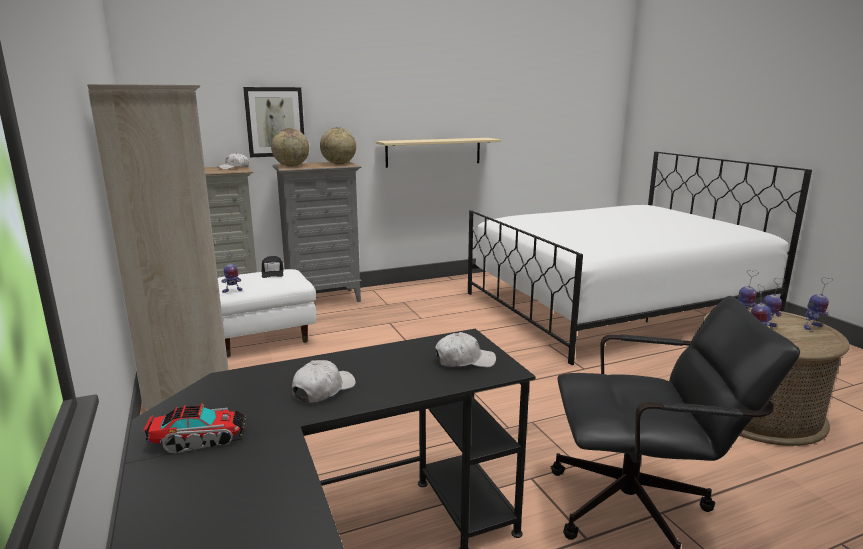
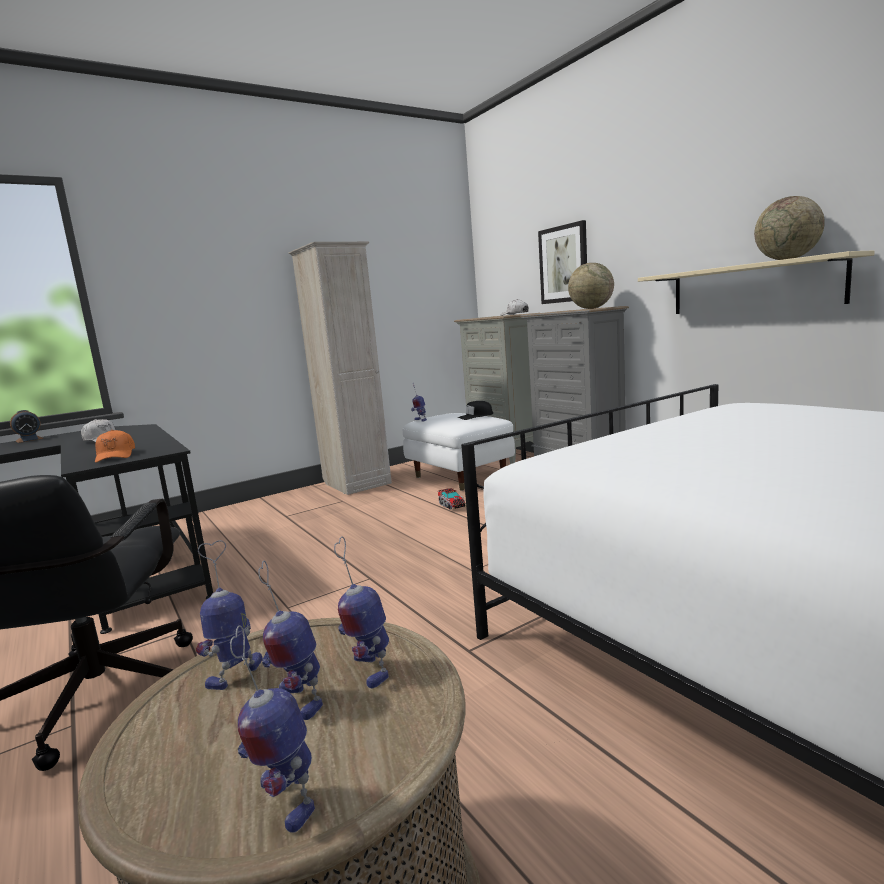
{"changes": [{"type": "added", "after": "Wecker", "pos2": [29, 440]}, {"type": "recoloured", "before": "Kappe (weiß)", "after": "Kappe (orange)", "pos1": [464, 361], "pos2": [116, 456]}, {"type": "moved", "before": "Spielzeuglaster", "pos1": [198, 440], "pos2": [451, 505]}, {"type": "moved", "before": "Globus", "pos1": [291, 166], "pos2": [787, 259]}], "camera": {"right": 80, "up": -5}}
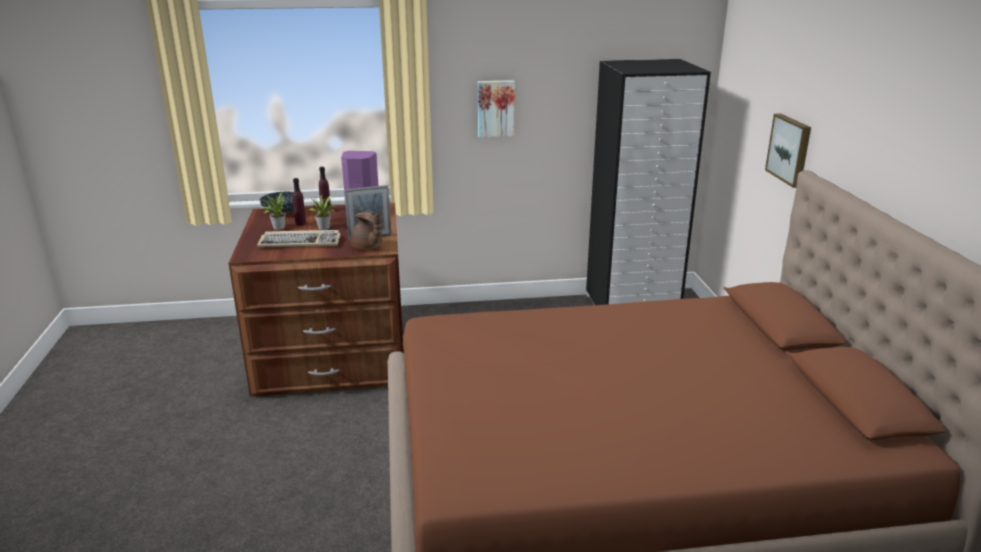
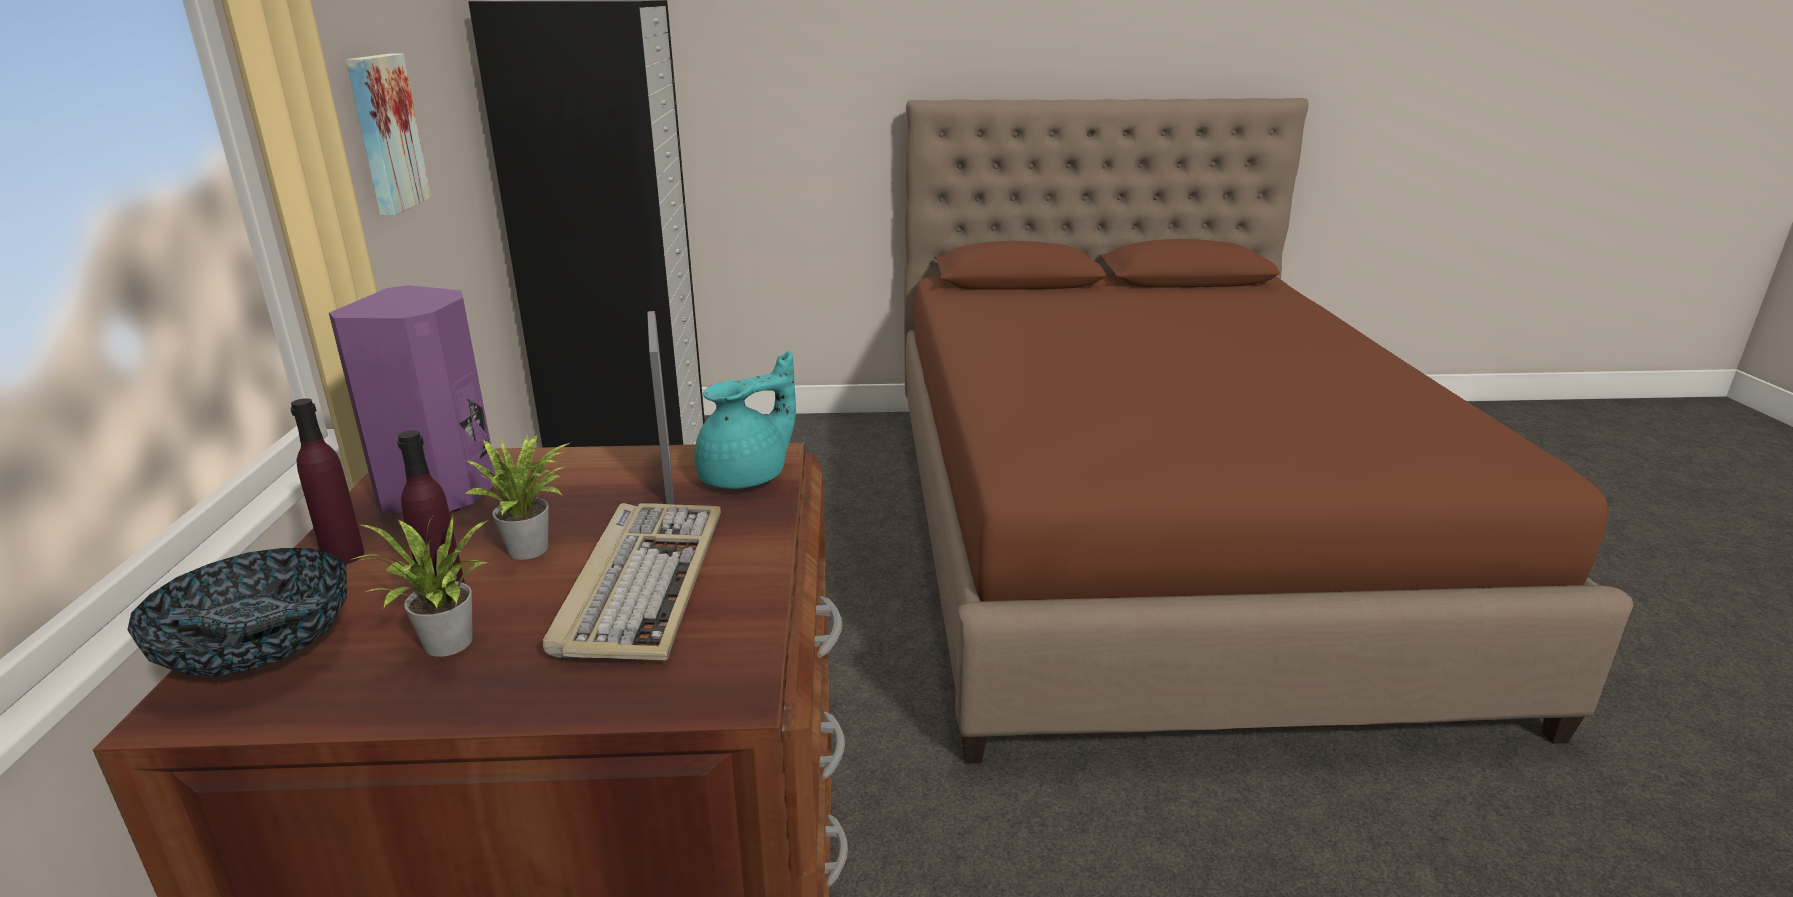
{"changes": [{"type": "recoloured", "before": "Teekanne (braun)", "after": "Teekanne (türkis)", "pos1": [367, 248], "pos2": [747, 477]}, {"type": "removed", "before": "Bild", "pos1": [790, 149]}], "camera": {"right": -85, "up": 0}}
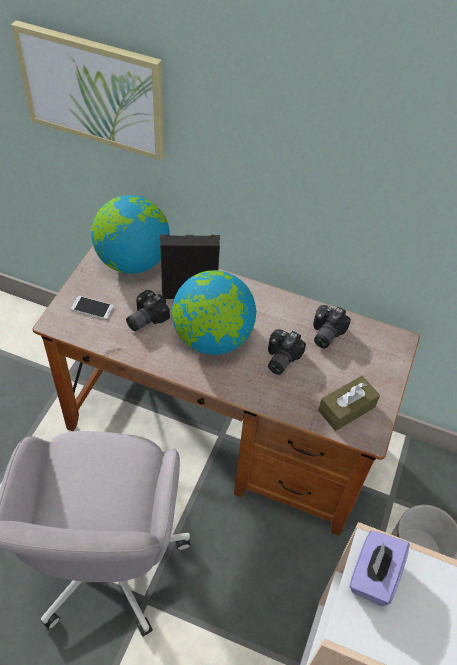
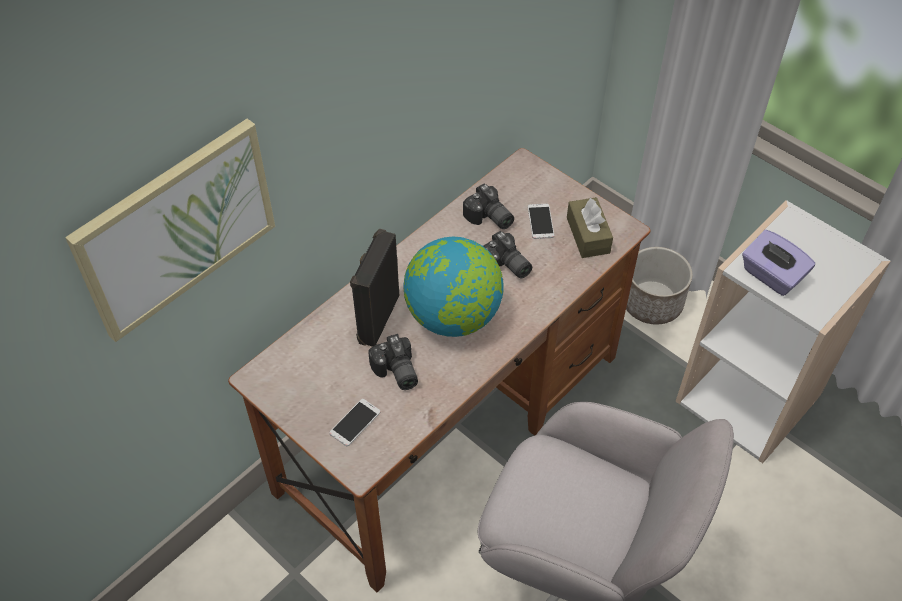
{"changes": [{"type": "added", "after": "Handy", "pos2": [540, 221]}, {"type": "removed", "before": "Globus", "pos1": [132, 261]}], "camera": {"right": -65, "up": 0}}
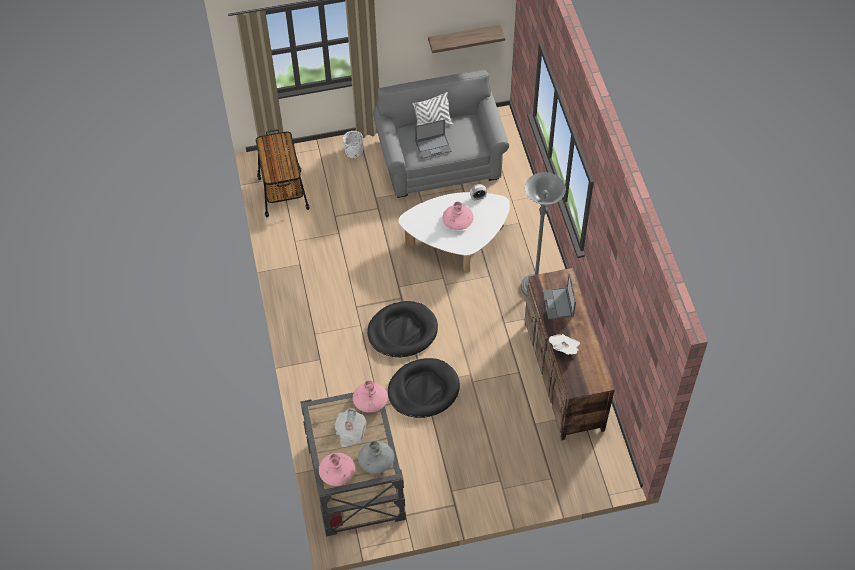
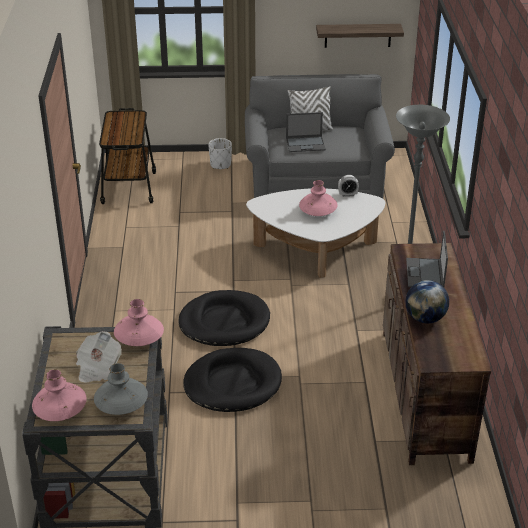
{"changes": [{"type": "replaced", "before": "Zeitung", "after": "Globus", "pos1": [564, 348], "pos2": [425, 318]}], "camera": {"right": 10, "up": -20}}
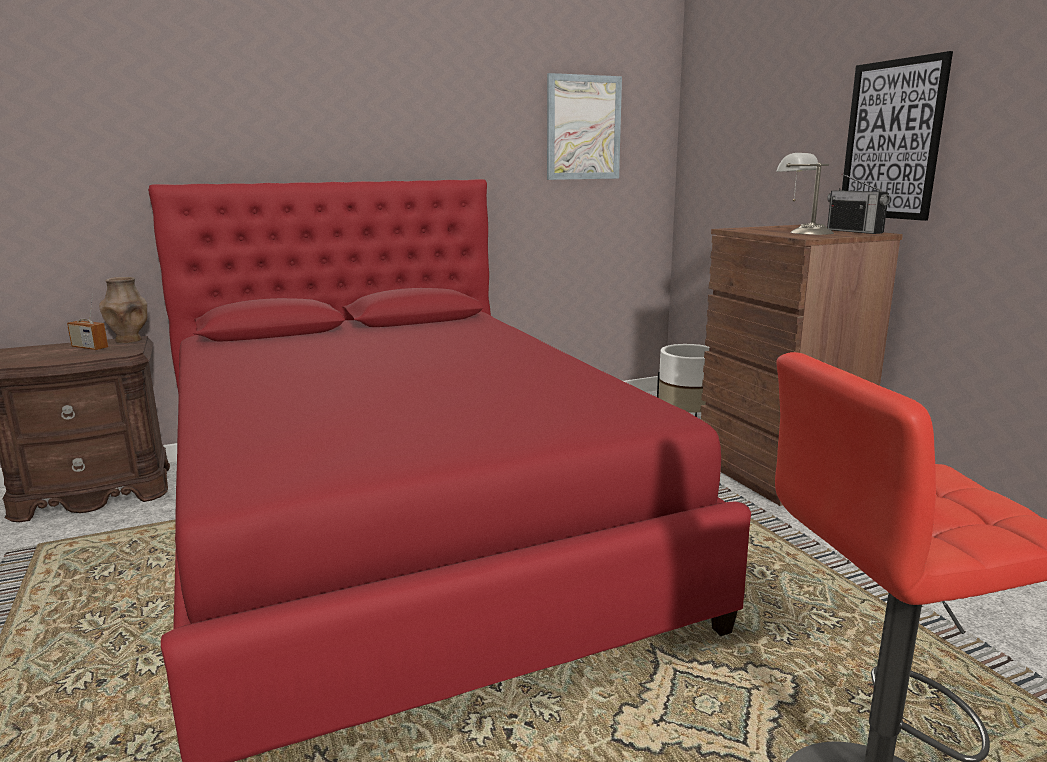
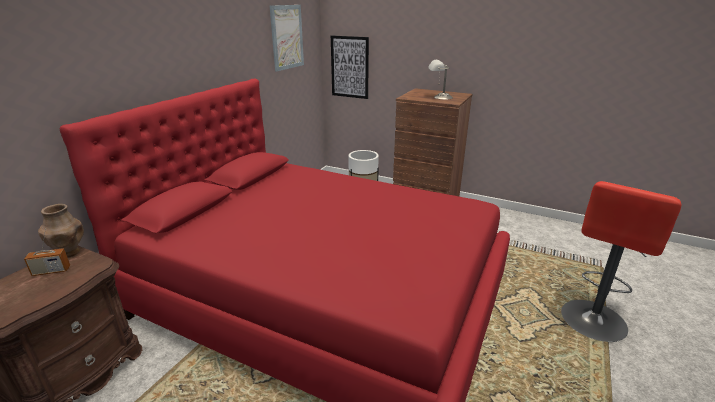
{"changes": [{"type": "moved", "before": "Bild", "pos1": [892, 140], "pos2": [349, 67]}, {"type": "removed", "before": "Radio", "pos1": [854, 231]}], "camera": {"right": -40, "up": 10}}
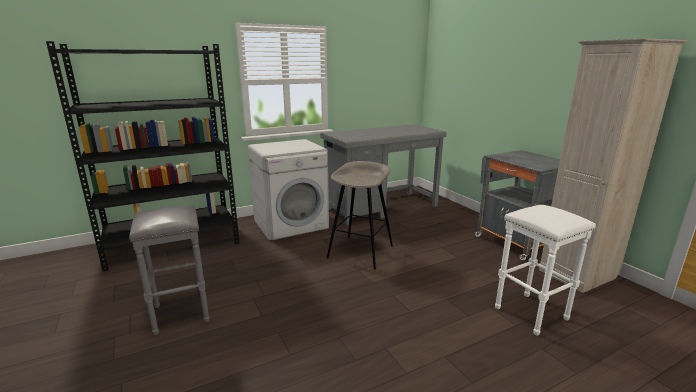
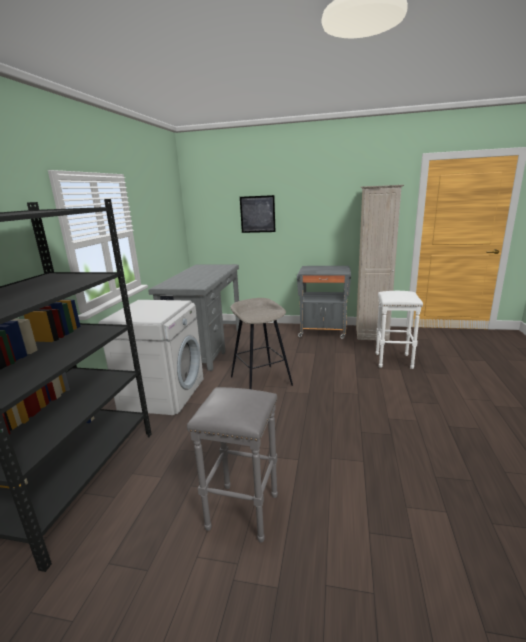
{"changes": [{"type": "added", "after": "Bild", "pos2": [257, 214]}], "camera": {"right": -50, "up": 0}}
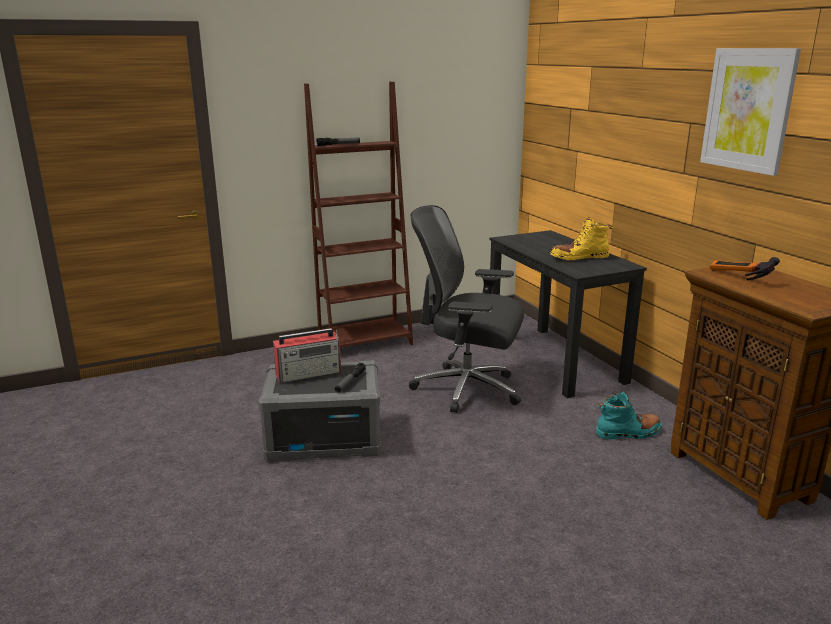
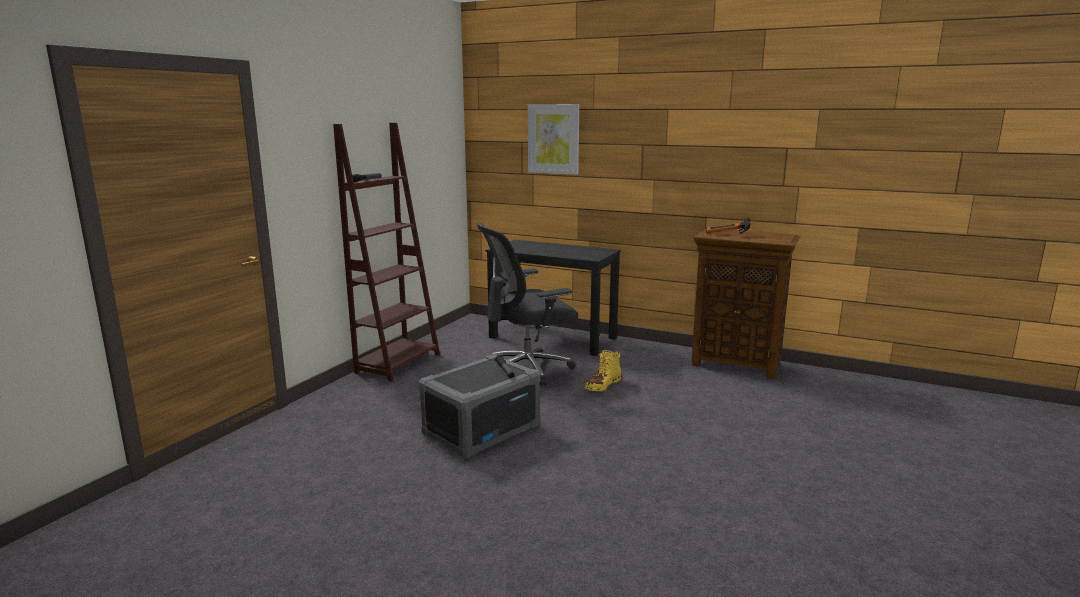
{"changes": [{"type": "moved", "before": "Bild", "pos1": [748, 110], "pos2": [553, 139]}, {"type": "moved", "before": "Stiefel (gelb)", "pos1": [579, 258], "pos2": [602, 385]}, {"type": "removed", "before": "Radio", "pos1": [309, 373]}, {"type": "removed", "before": "Stiefel (türkis)", "pos1": [628, 433]}], "camera": {"right": -40, "up": -5}}
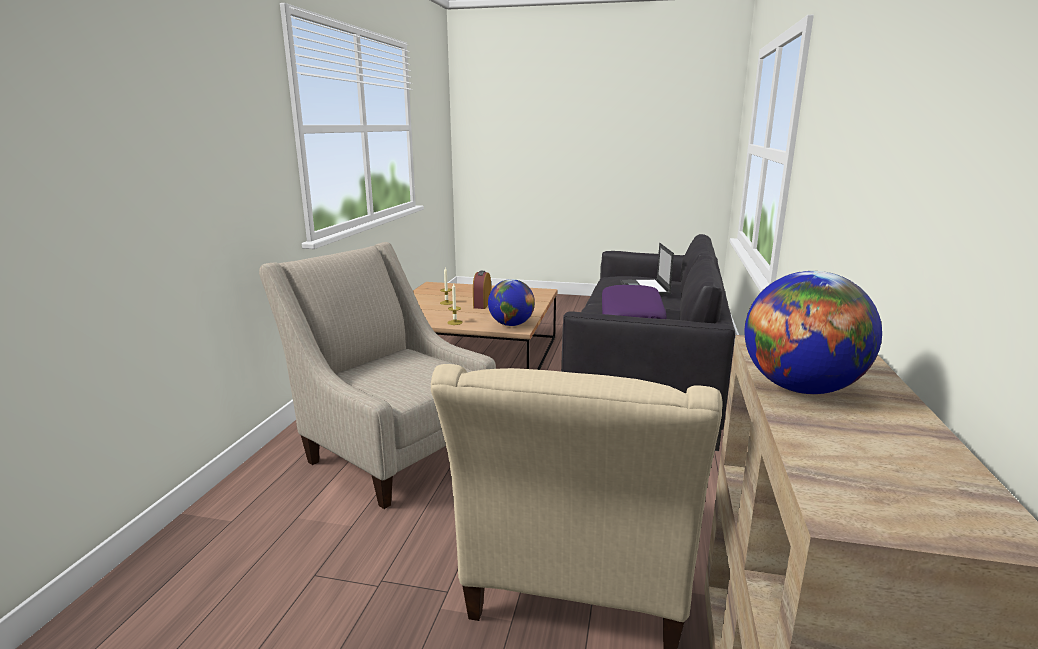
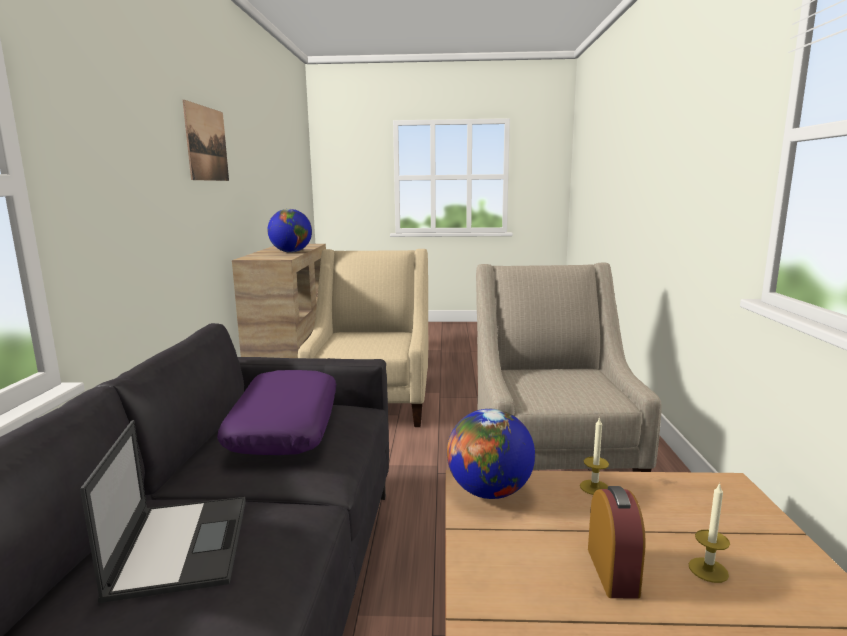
{"changes": [{"type": "added", "after": "Bild", "pos2": [207, 144]}, {"type": "turned", "before": "Sessel (beige)", "pos1": [392, 449], "pos2": [552, 459], "turn": -120}], "camera": {"right": 170, "up": -5}}
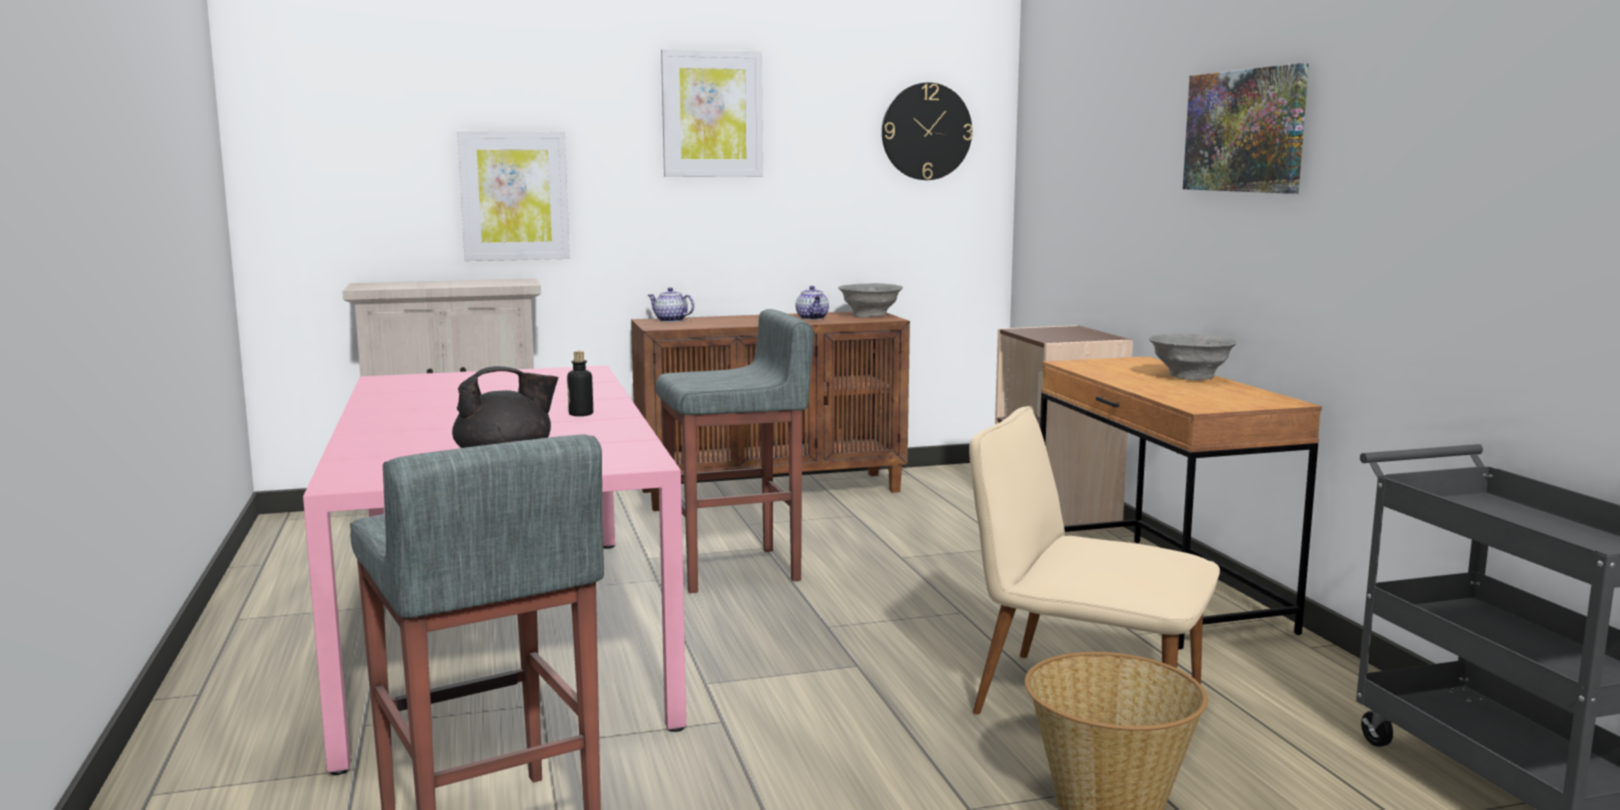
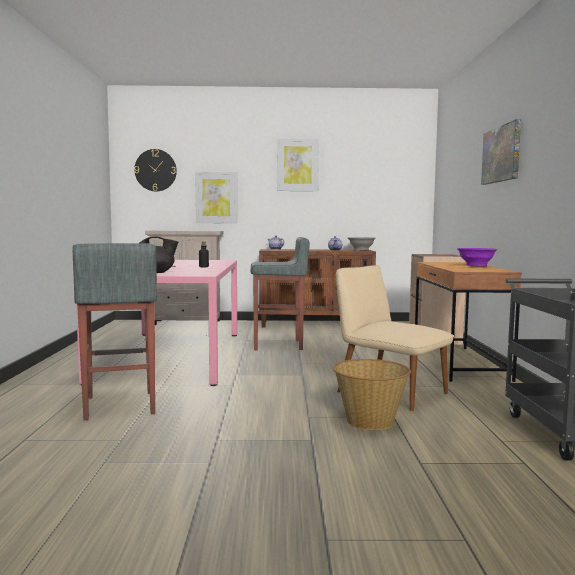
{"changes": [{"type": "moved", "before": "Wanduhr", "pos1": [926, 131], "pos2": [155, 170]}, {"type": "recoloured", "before": "Schüssel (grau)", "after": "Schüssel (lila)", "pos1": [1190, 377], "pos2": [476, 266]}], "camera": {"right": 15, "up": -5}}
